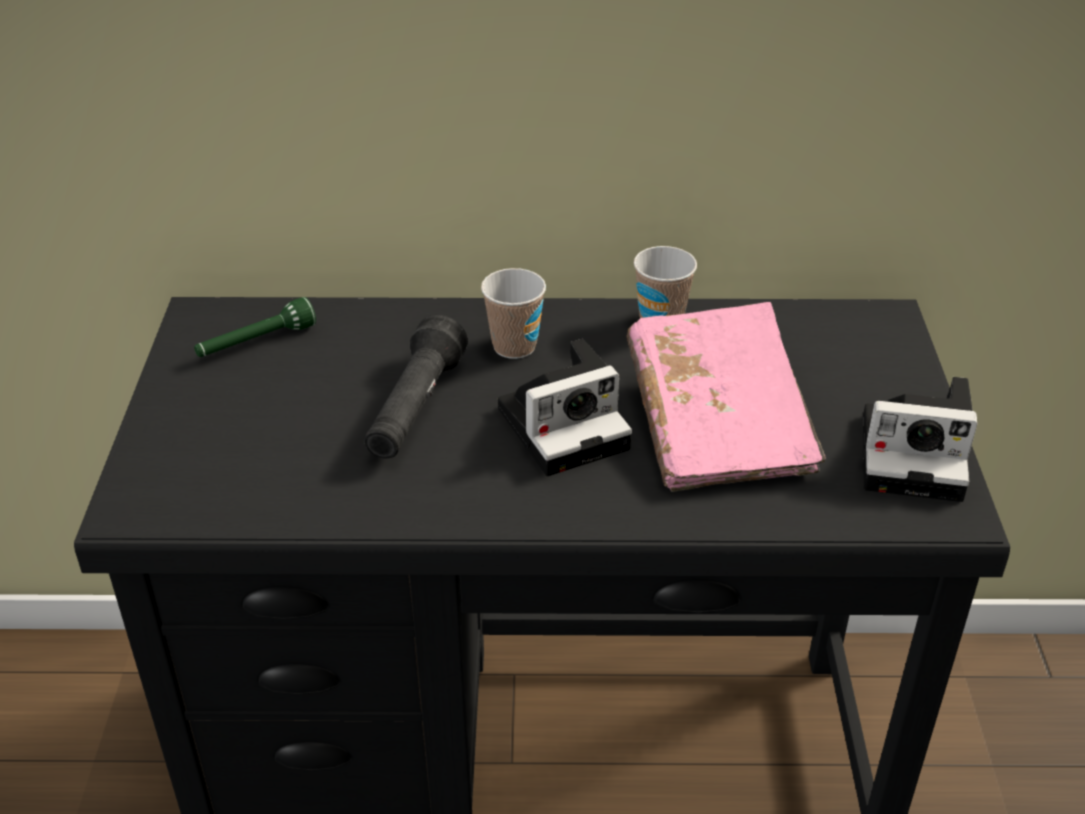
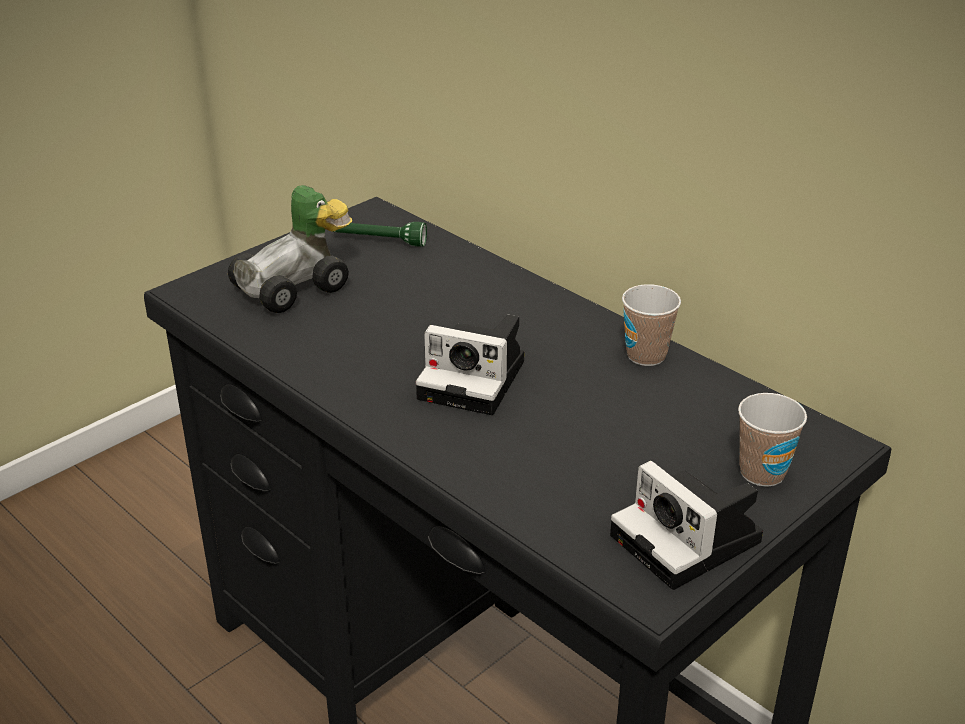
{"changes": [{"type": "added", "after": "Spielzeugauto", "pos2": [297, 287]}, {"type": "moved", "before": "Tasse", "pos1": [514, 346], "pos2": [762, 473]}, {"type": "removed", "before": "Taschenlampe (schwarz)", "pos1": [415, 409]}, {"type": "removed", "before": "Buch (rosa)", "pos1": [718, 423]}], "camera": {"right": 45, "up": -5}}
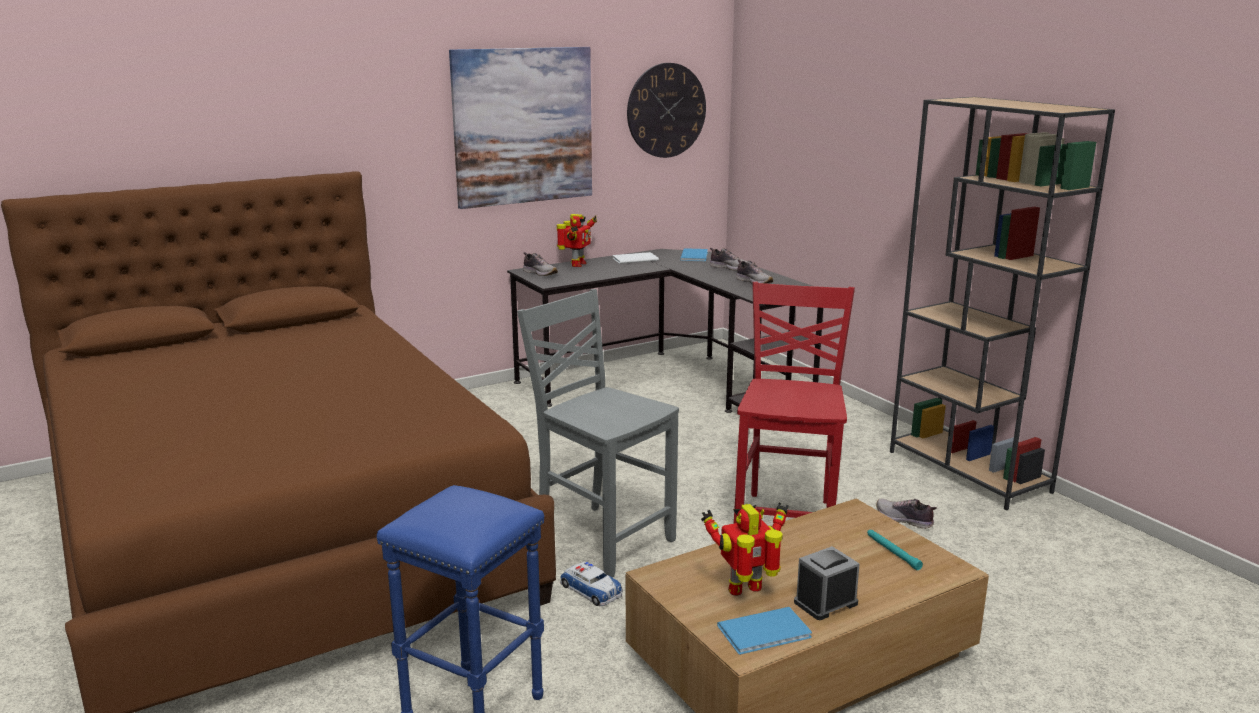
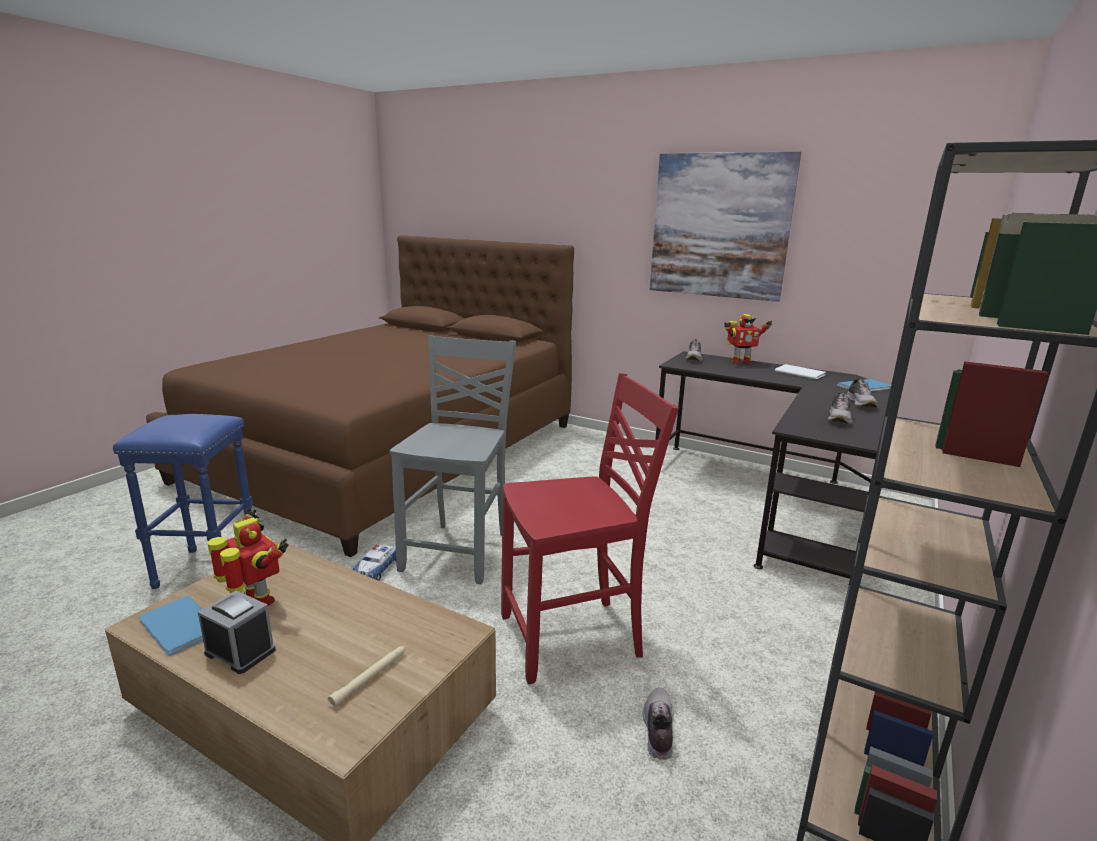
{"changes": [{"type": "recoloured", "before": "Taschenlampe (türkis)", "after": "Taschenlampe (beige)", "pos1": [892, 552], "pos2": [370, 678]}, {"type": "removed", "before": "Wanduhr", "pos1": [666, 110]}], "camera": {"right": 60, "up": 0}}
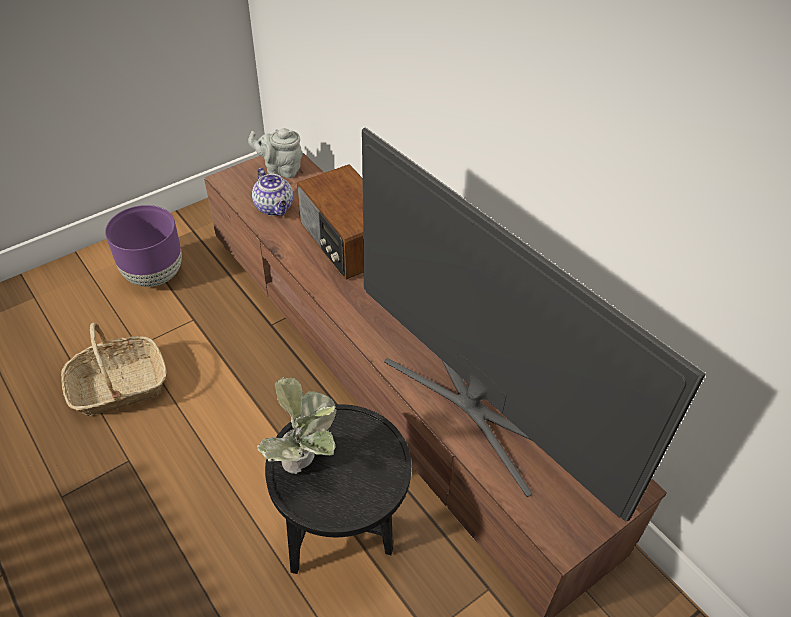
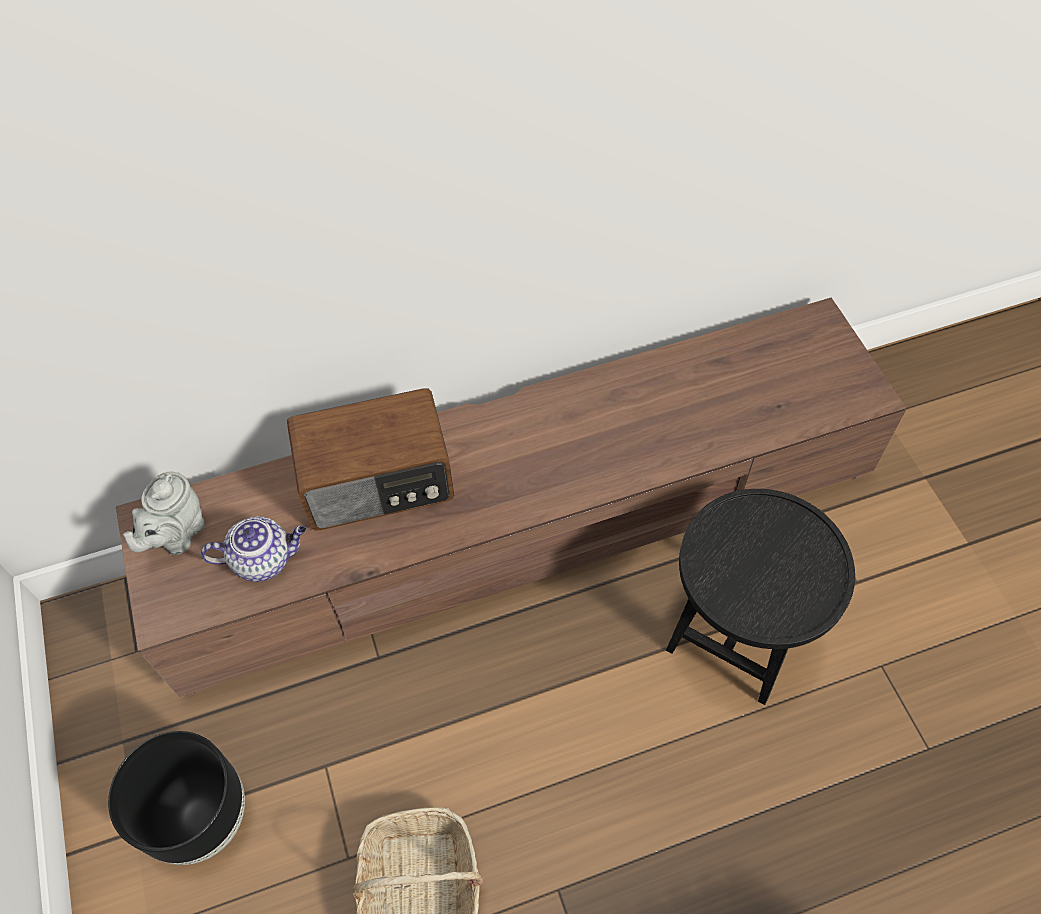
{"changes": [{"type": "recoloured", "before": "Pflanzkübel (lila)", "after": "Pflanzkübel (schwarz)", "pos1": [154, 274], "pos2": [200, 817]}, {"type": "removed", "before": "Topfpflanze", "pos1": [306, 463]}, {"type": "removed", "before": "Fernseher", "pos1": [476, 406]}], "camera": {"right": -70, "up": 10}}
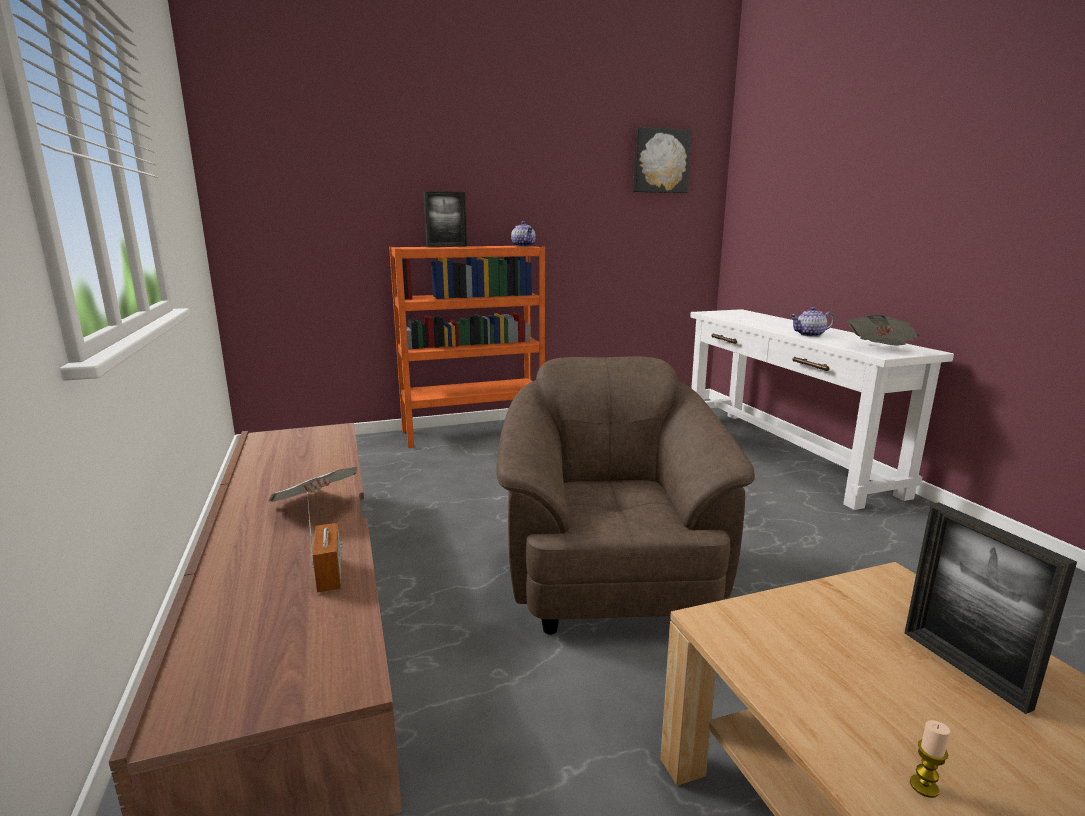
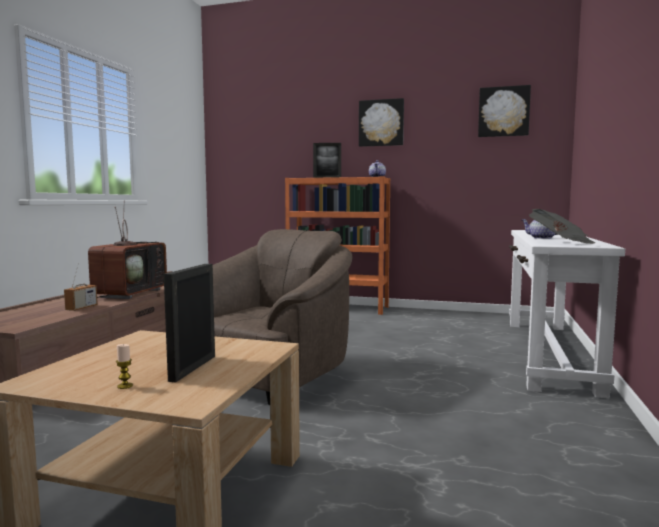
{"changes": [{"type": "replaced", "before": "Zeitung", "after": "Fernseher", "pos1": [315, 507], "pos2": [130, 293]}, {"type": "moved", "before": "Kerze", "pos1": [924, 786], "pos2": [125, 386]}, {"type": "added", "after": "Bild", "pos2": [381, 123]}], "camera": {"right": 35, "up": -10}}
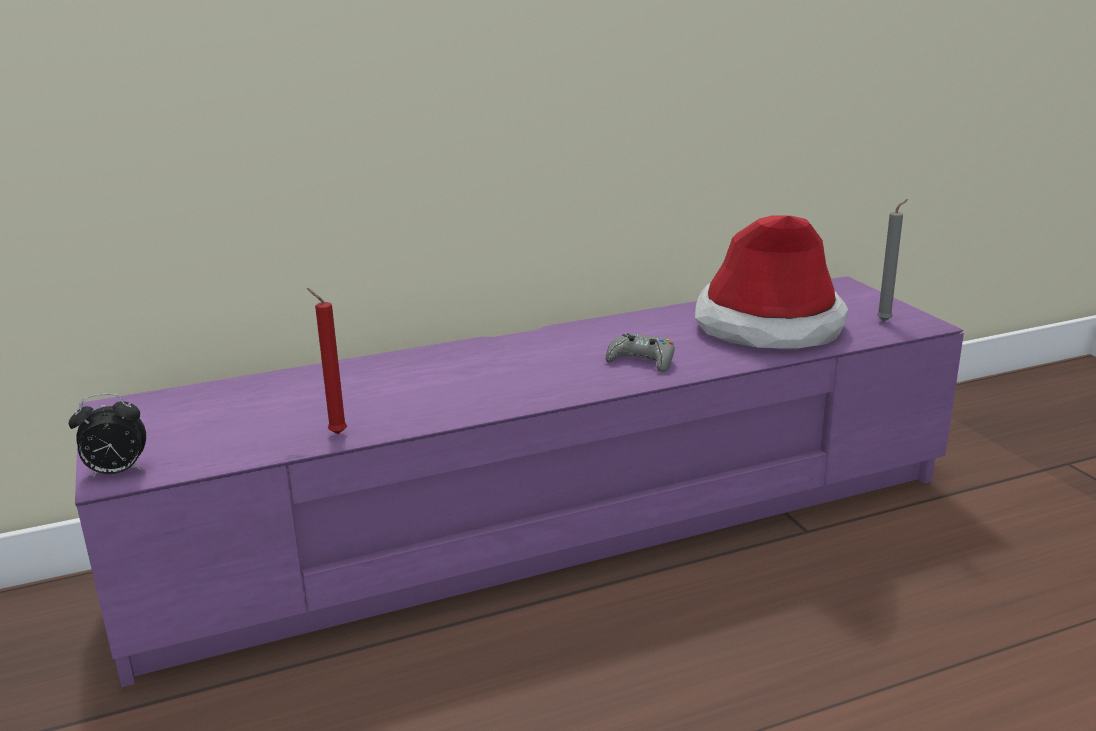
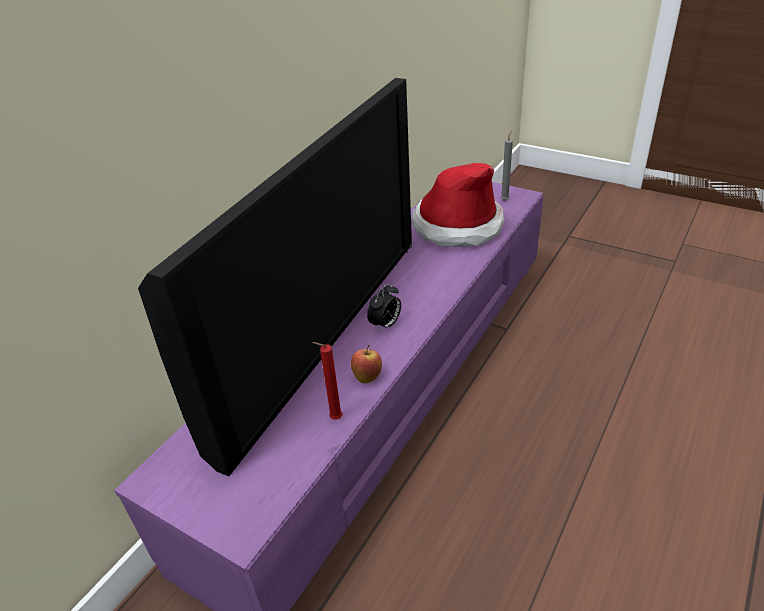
{"changes": [{"type": "added", "after": "Fernseher", "pos2": [319, 331]}, {"type": "added", "after": "Apfel", "pos2": [367, 376]}, {"type": "moved", "before": "Wecker", "pos1": [116, 473], "pos2": [385, 325]}, {"type": "removed", "before": "Gamepad (grau)", "pos1": [641, 361]}], "camera": {"right": -35, "up": 15}}
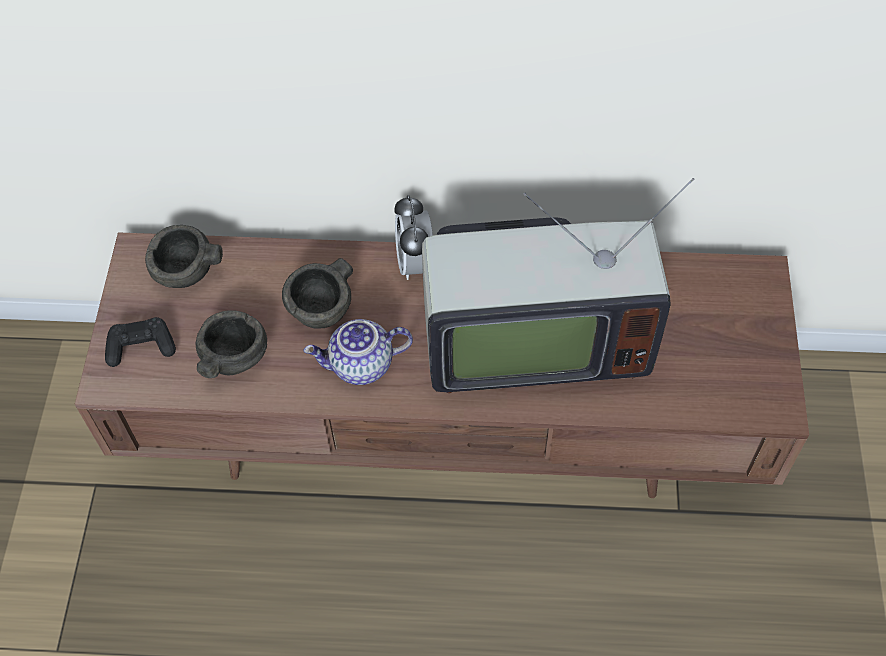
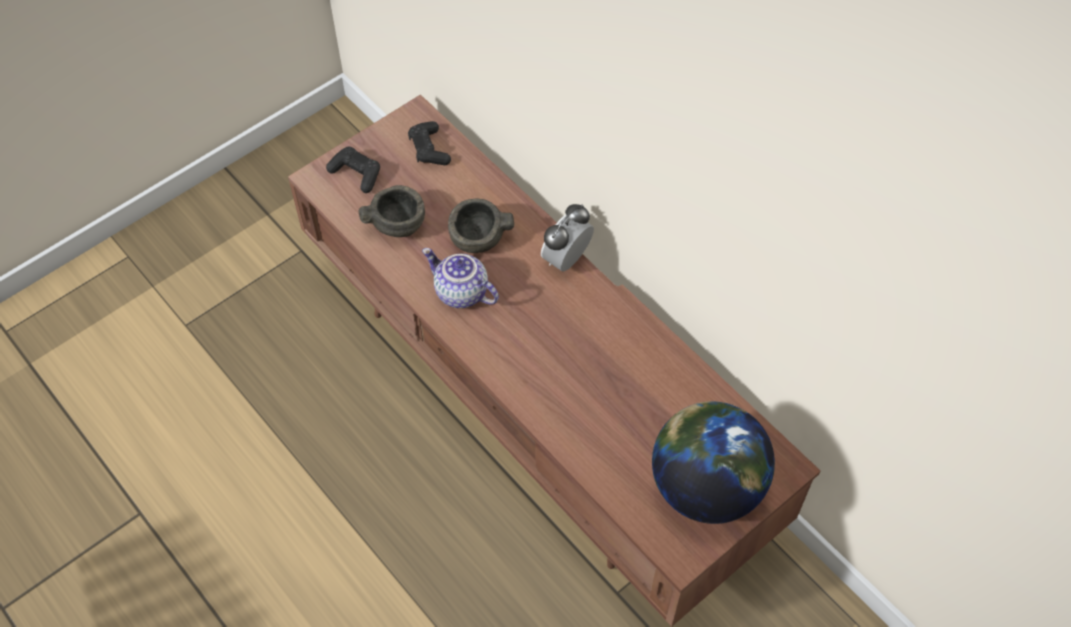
{"changes": [{"type": "replaced", "before": "Schüssel (grau)", "after": "Gamepad (schwarz)", "pos1": [184, 272], "pos2": [429, 149]}, {"type": "added", "after": "Globus", "pos2": [706, 486]}, {"type": "removed", "before": "Fernseher", "pos1": [531, 341]}], "camera": {"right": 45, "up": 0}}
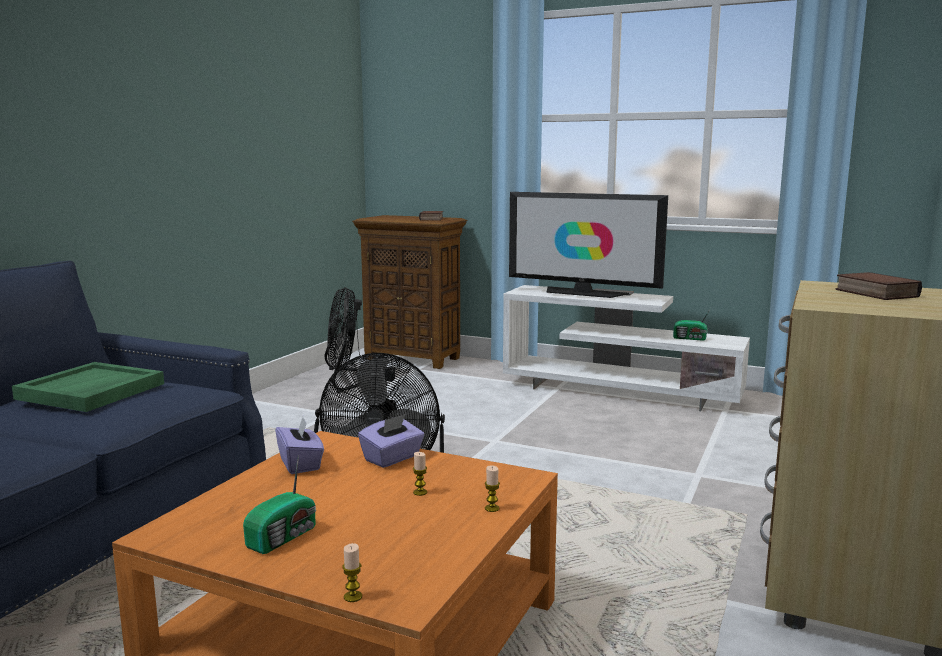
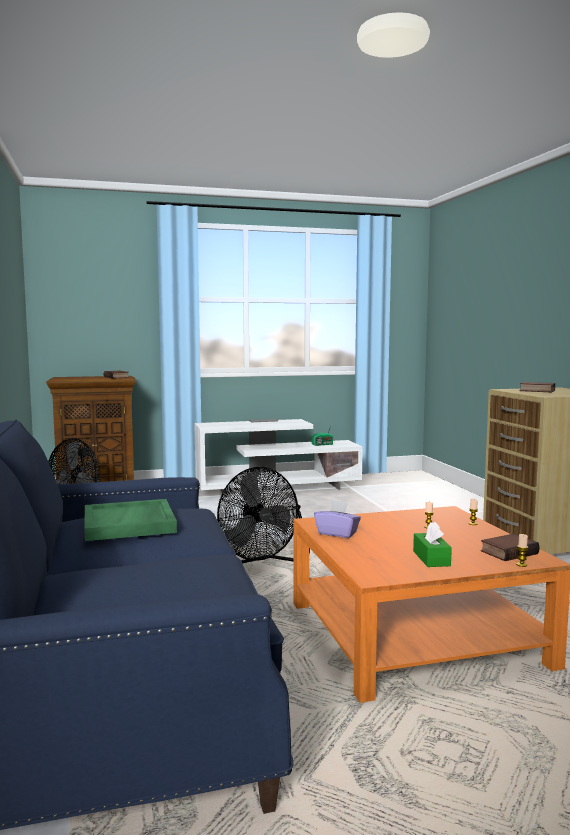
{"changes": [{"type": "replaced", "before": "Radio", "after": "Taschentuchbox (grün)", "pos1": [284, 537], "pos2": [431, 558]}, {"type": "added", "after": "Buch", "pos2": [508, 552]}, {"type": "removed", "before": "Taschentuchbox (lila)", "pos1": [392, 458]}, {"type": "removed", "before": "Fernseher", "pos1": [583, 293]}], "camera": {"right": -40, "up": -5}}
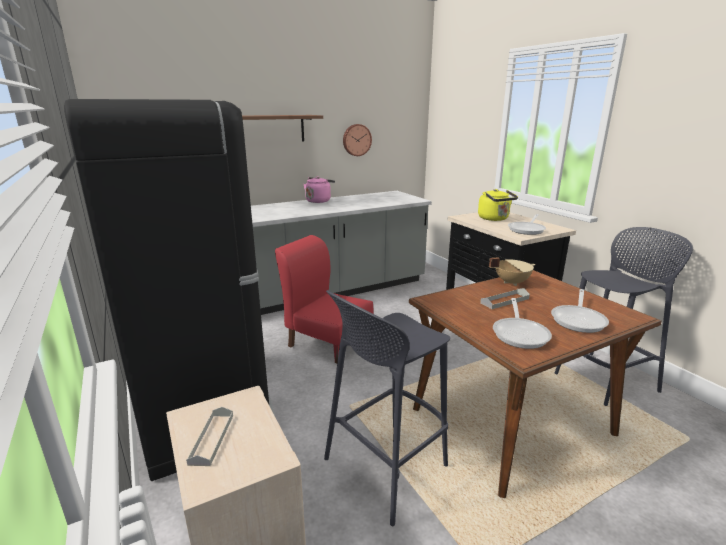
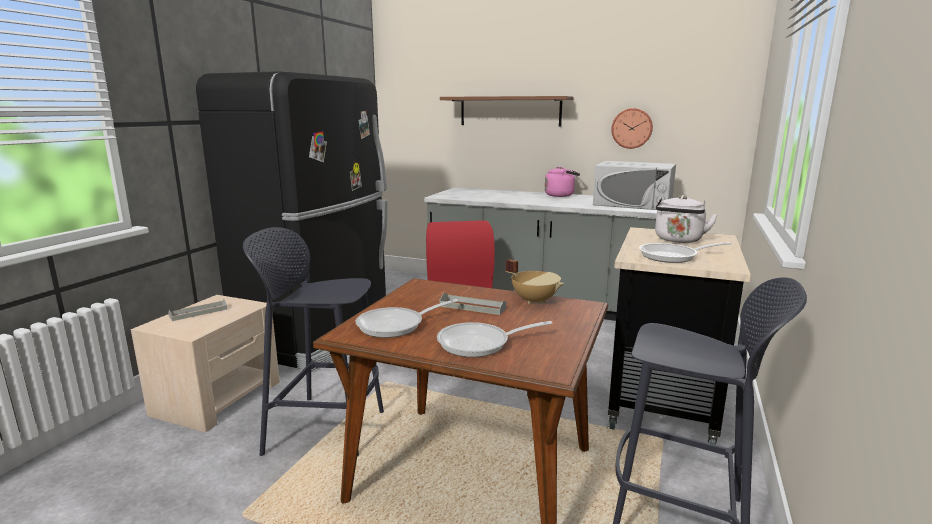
{"changes": [{"type": "added", "after": "Mikrowelle (weiß)", "pos2": [633, 204]}, {"type": "recoloured", "before": "Wasserkessel (gelb)", "after": "Wasserkessel (weiß)", "pos1": [494, 219], "pos2": [678, 240]}], "camera": {"right": 50, "up": -5}}
